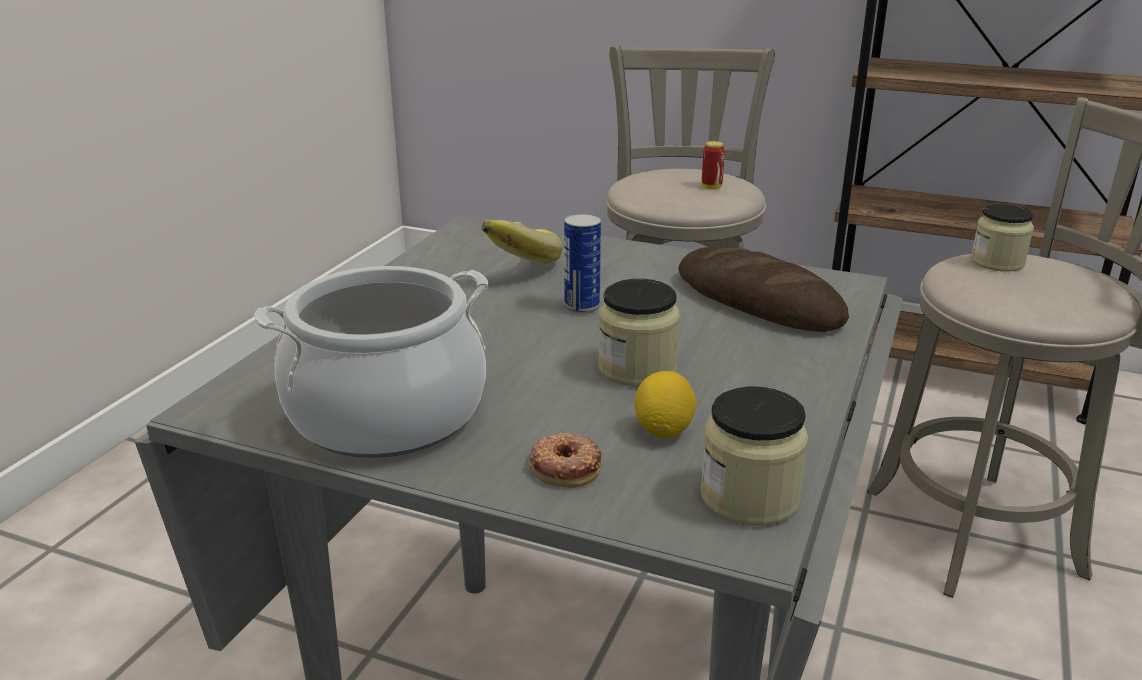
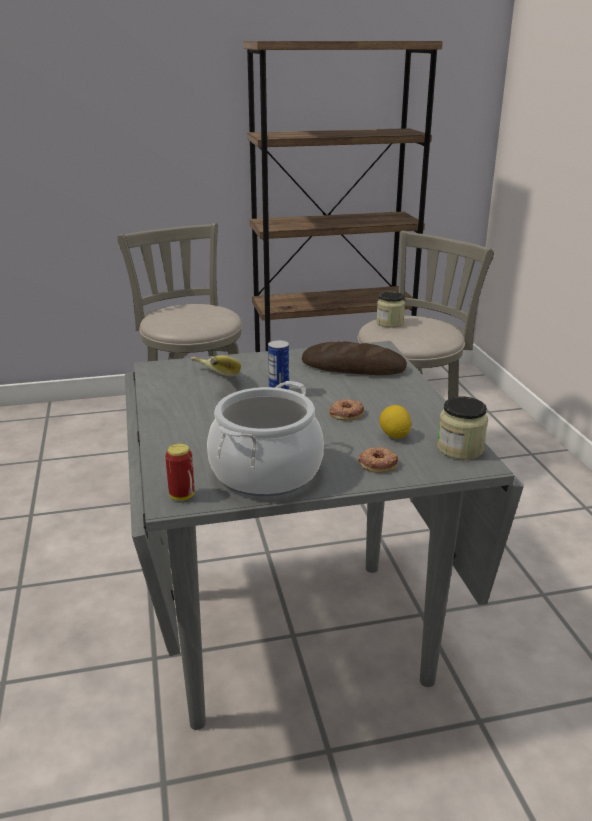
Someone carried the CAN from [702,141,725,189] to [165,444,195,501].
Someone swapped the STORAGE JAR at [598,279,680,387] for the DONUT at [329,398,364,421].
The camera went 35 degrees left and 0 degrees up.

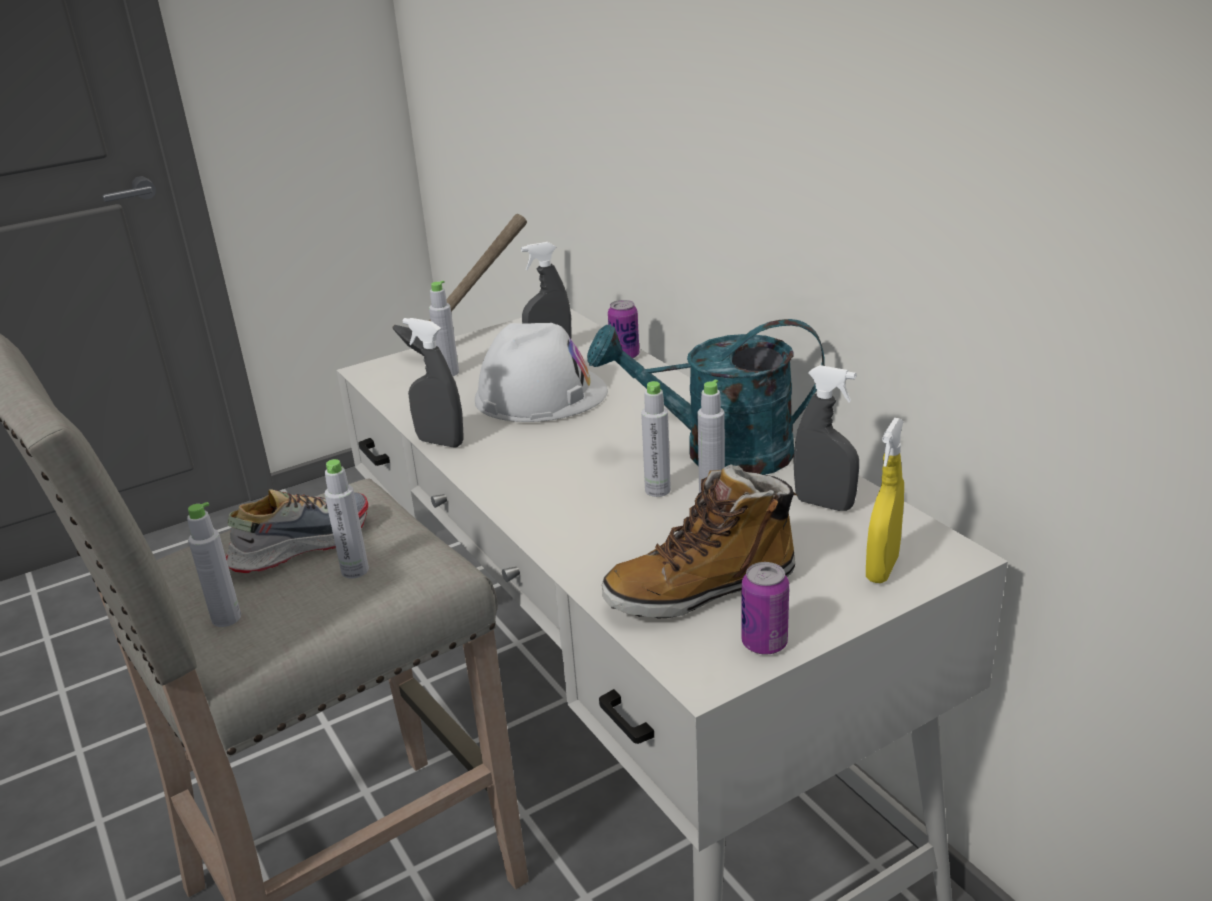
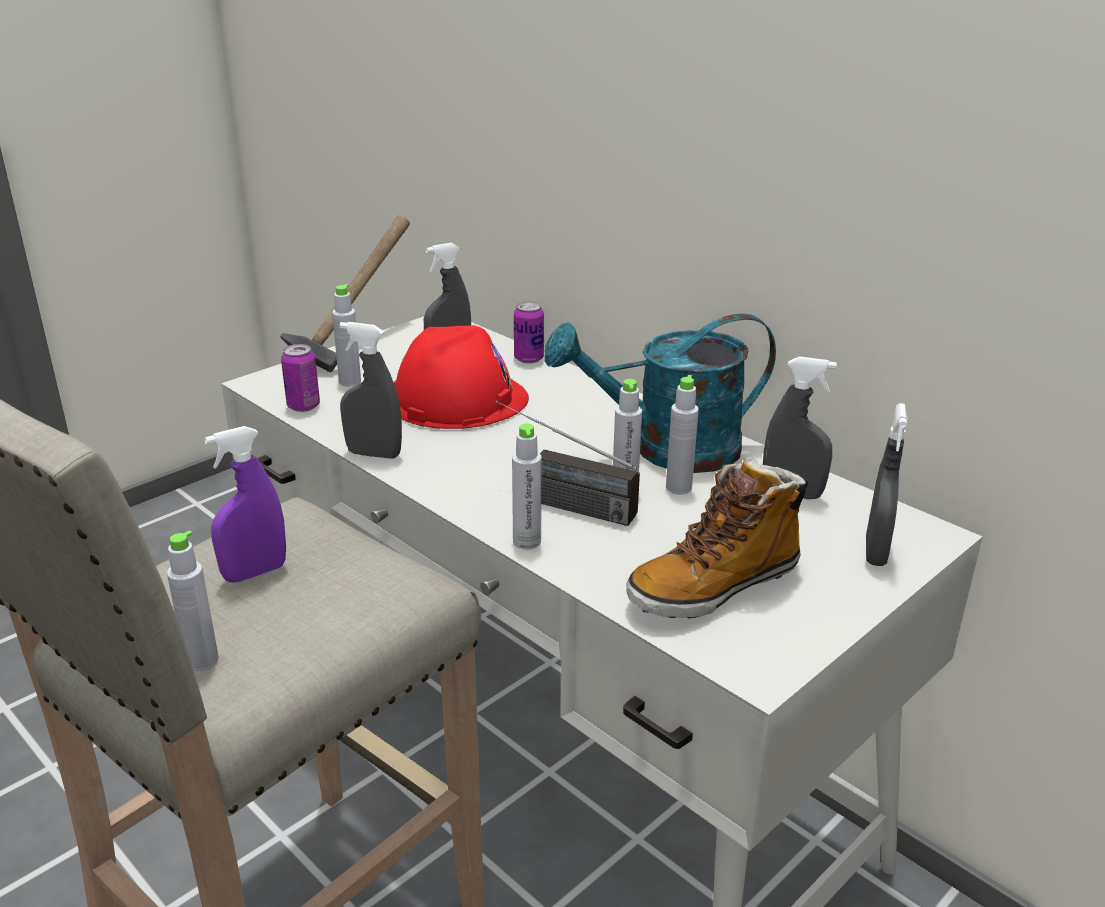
Someone repainted the WHITE-COLOURED SAFETY HELMET at [475,323,608,422], which became the REDDISH SAFETY HELMET at [393,325,529,429].
Someone repainted the YELLOW SPRAY BOTTLE at [866,418,904,583], which became the GRAY SPRAY BOTTLE at [866,403,908,566].
Someone carried the GRAY BOTTLE from [324,459,369,579] to [512,423,541,549].
Someone swapped the LOW SHOE at [225,489,368,573] for the PURPLISH SPRAY BOTTLE at [204,426,286,582].
Someone carried the CAN from [742,562,789,655] to [281,344,320,412].
Someone put down the RADIO SET at [495,400,640,526].
The camera went 15 degrees left and 0 degrees up.

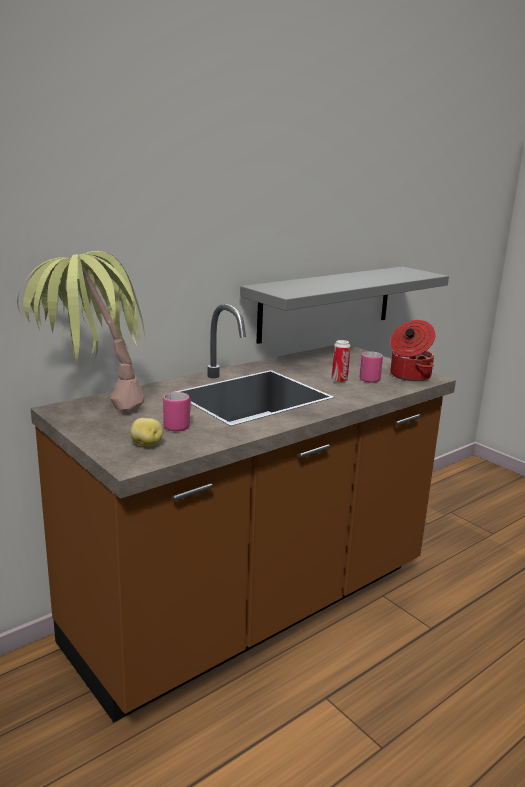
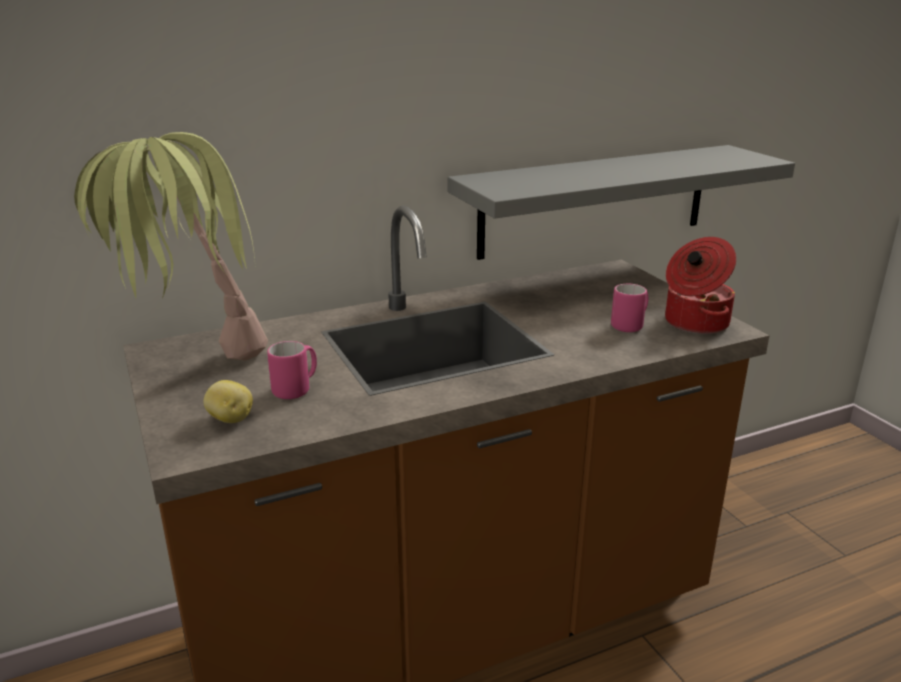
Someone took away the CAN at [332,340,351,383].
The camera went 15 degrees right and 5 degrees up.

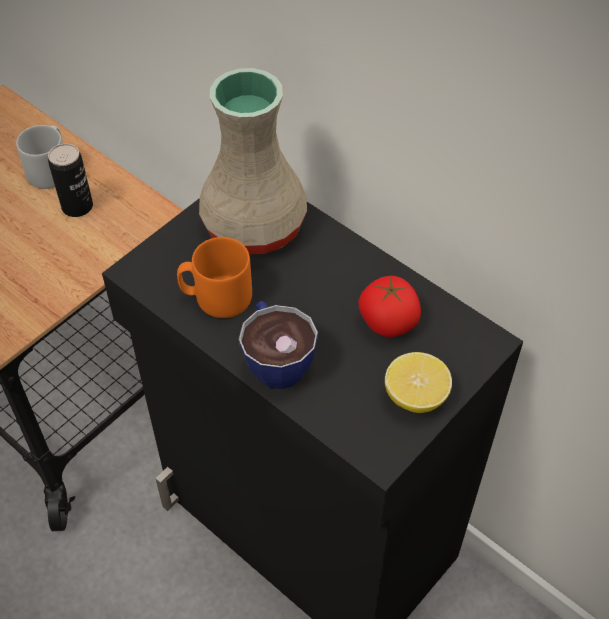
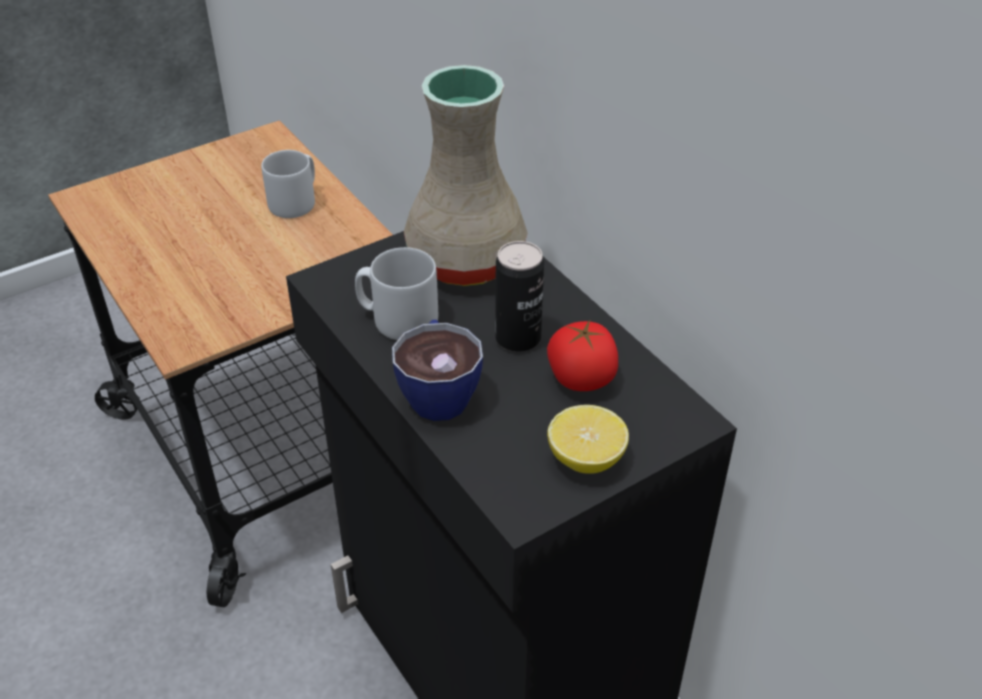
Someone carried the CAN from [48,144,93,217] to [495,241,544,352].
Someone repainted the ORANGEY COFFEE MUG at [177,237,252,318], which became the GRAY COFFEE MUG at [355,247,438,340].
The camera went 15 degrees right and 10 degrees down.

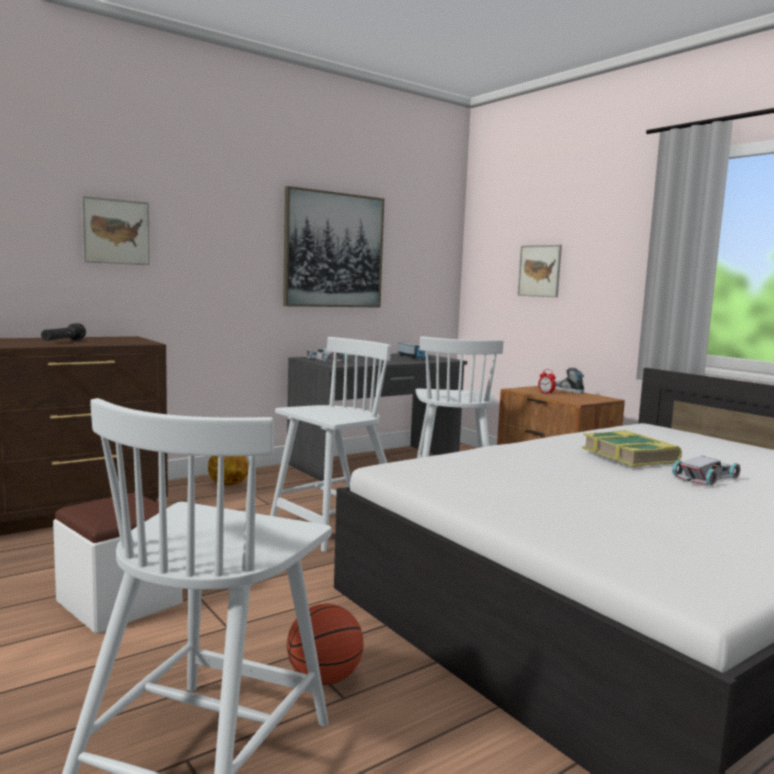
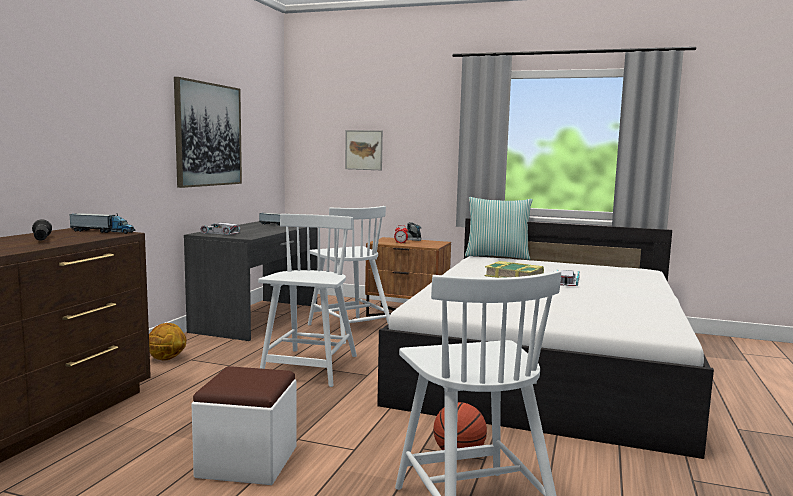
Someone took away the WALL ART at [82,196,150,265].
Someone put down the PILLOW at [465,197,533,260].
Someone put down the MODEL TRUCK at [69,213,136,234].
The camera went 35 degrees left and 0 degrees up.

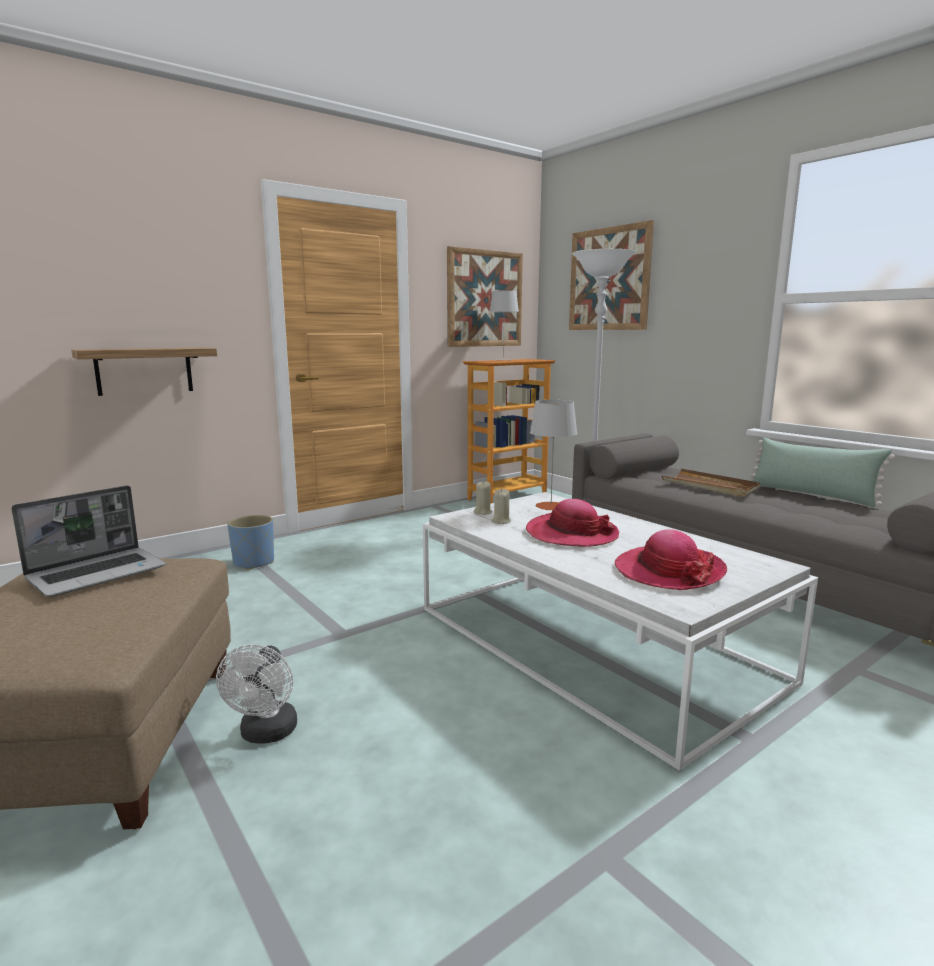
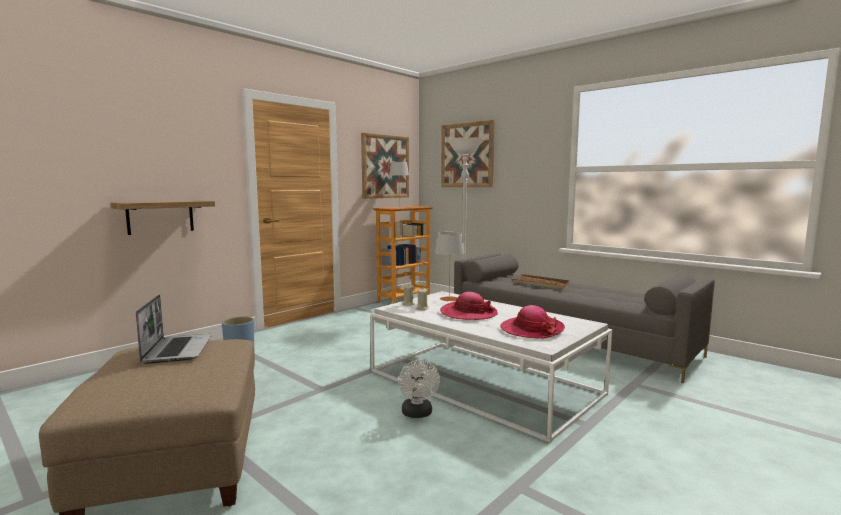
Someone took away the GREEN-COLOURED PILLOW at [748,437,895,507].
Someone rotated the LAPTOP at [11,485,167,597] by 45 degrees counterclockwise.
Someone carried the WHITE-COLOURED FAN from [216,644,297,744] to [398,360,440,418].
The camera went 10 degrees left and 5 degrees down.

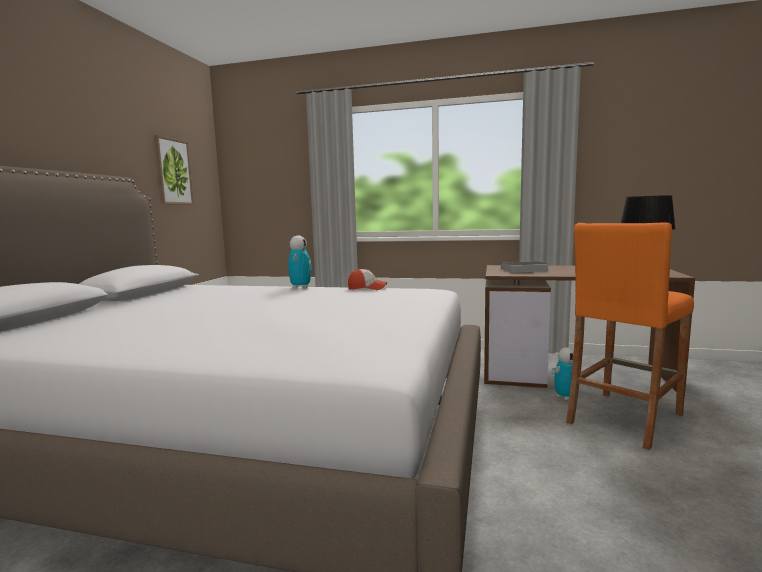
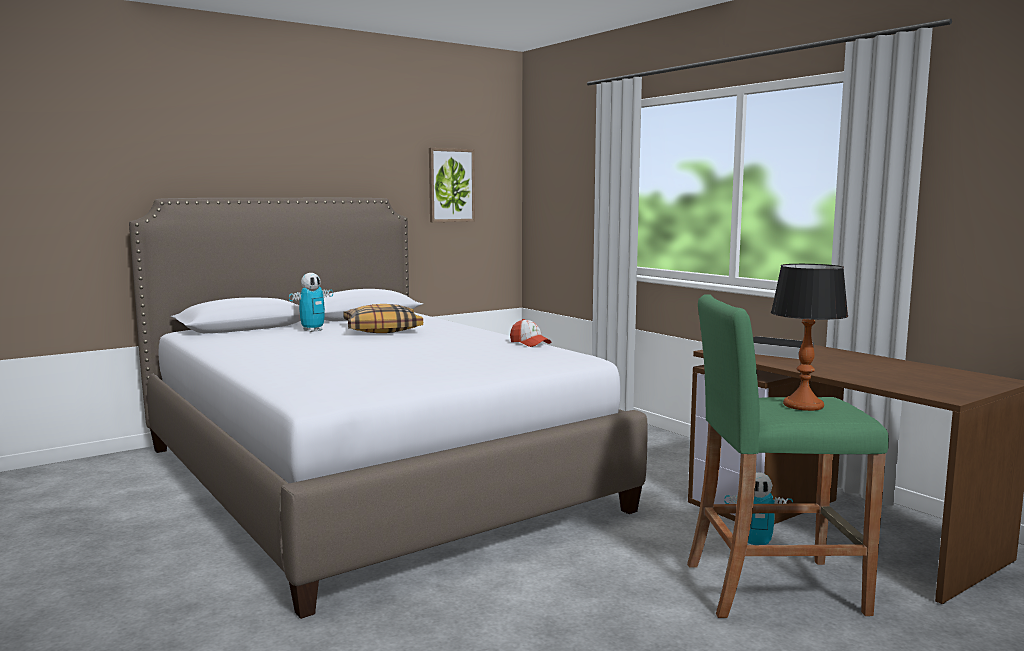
Someone repainted the ORANGEY STOOL at [566,223,694,450], which became the GREEN-COLOURED STOOL at [687,294,889,618].
Someone carried the ROBOT FIGURE from [288,236,312,289] to [289,273,333,332].
Someone put down the PILLOW at [343,304,423,333].
The camera went 40 degrees right and 0 degrees up.

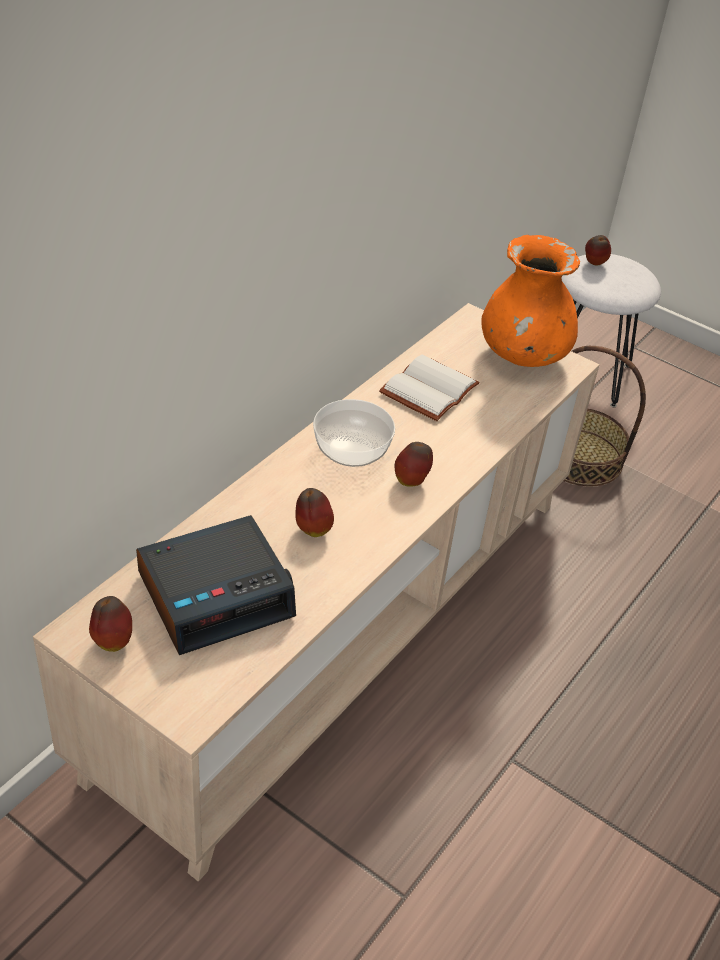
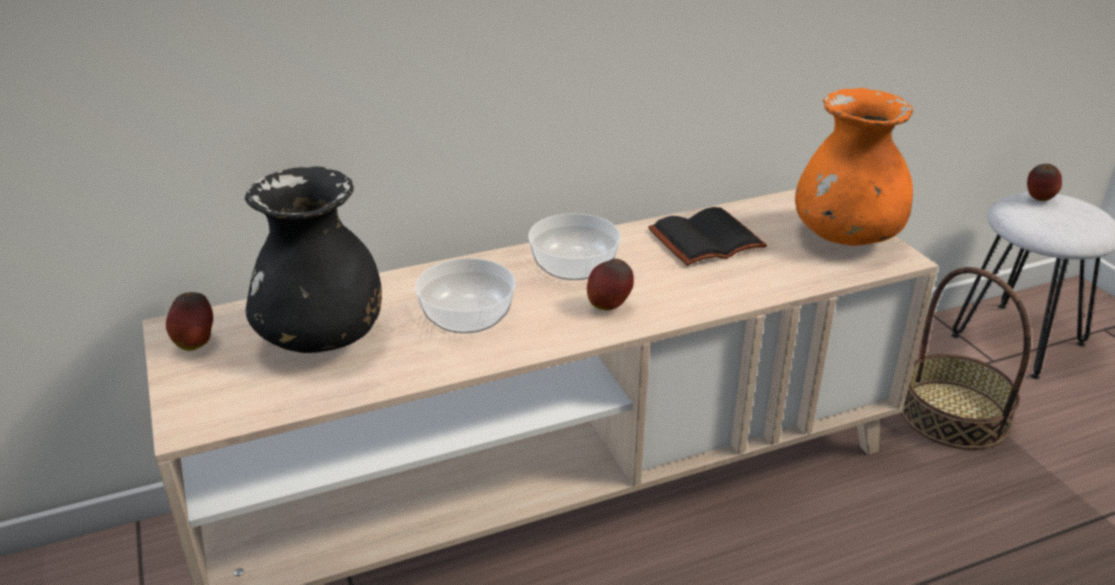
Someone repainted the WHITE-COLOURED BOOK at [379,355,480,421], which became the BLACK BOOK at [648,207,767,266].
Someone swapped the APPLE at [295,488,334,537] for the SERVING BOWL at [415,258,516,333].
Someone swapped the BEDSIDE CLOCK at [136,515,296,655] for the BLACK DECORATIVE VASE at [245,167,382,353].
The camera went 35 degrees right and 10 degrees down.

